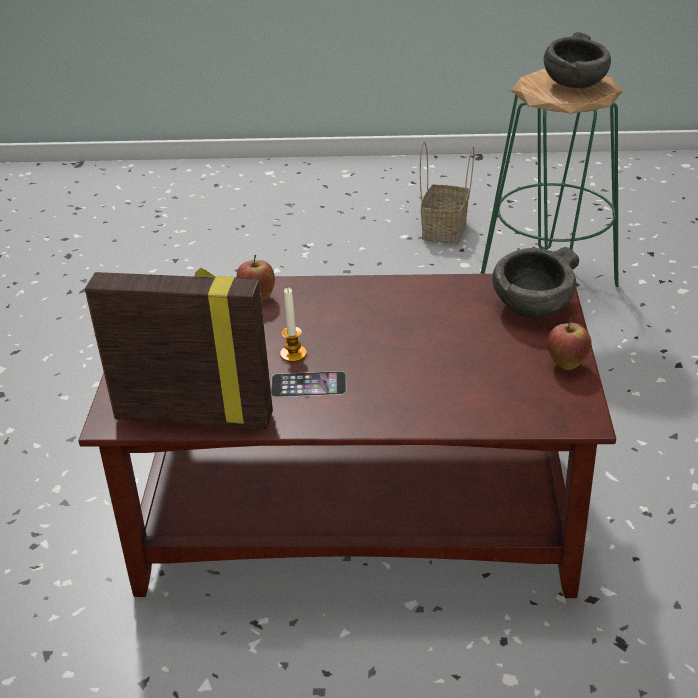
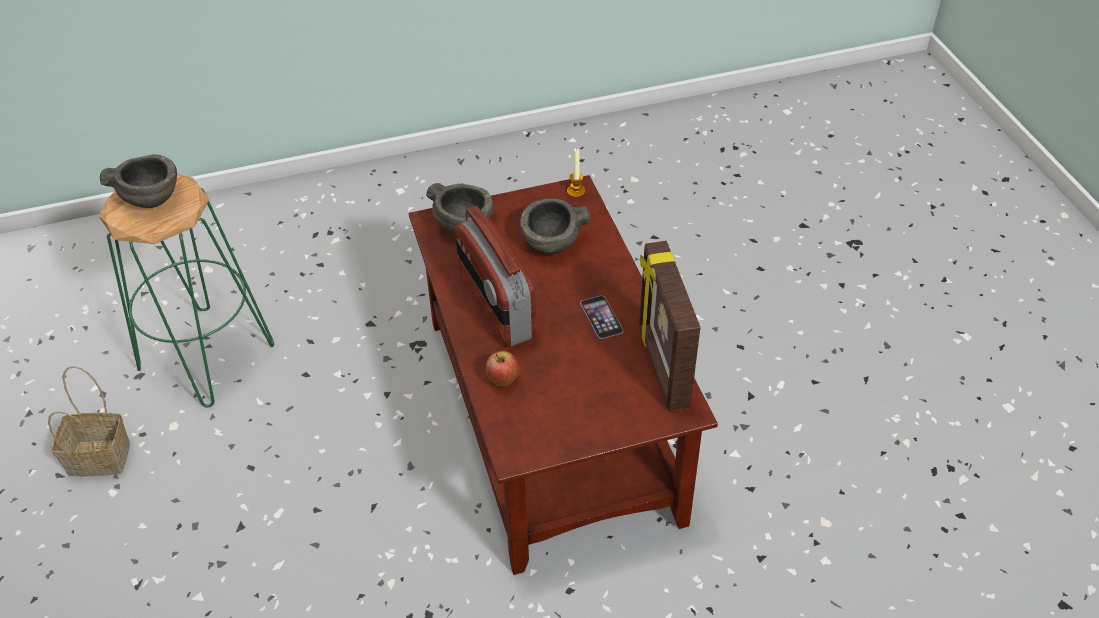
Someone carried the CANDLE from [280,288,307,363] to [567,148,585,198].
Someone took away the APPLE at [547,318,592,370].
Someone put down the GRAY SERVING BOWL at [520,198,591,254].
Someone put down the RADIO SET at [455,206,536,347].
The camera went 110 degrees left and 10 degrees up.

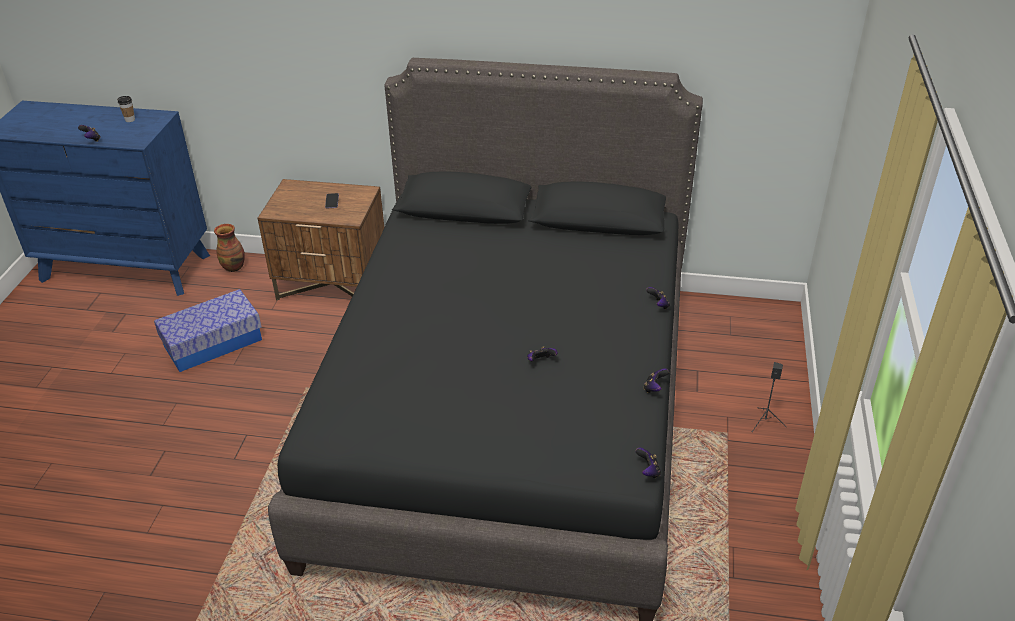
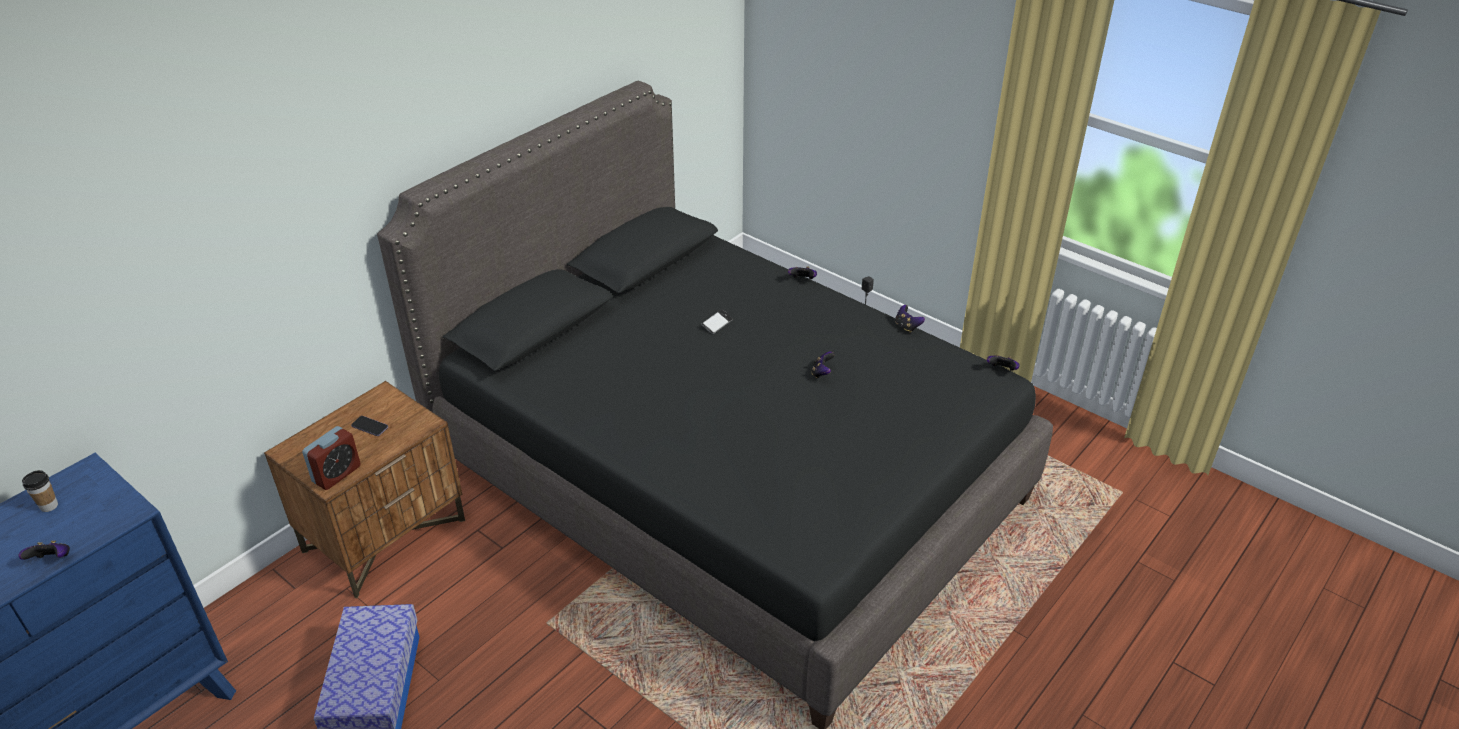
Someone took away the DECORATIVE VASE at [214,224,245,272].
Someone put down the PHONE at [701,309,733,334].
Someone put down the BEDSIDE CLOCK at [302,426,361,490].
The camera went 60 degrees left and 0 degrees up.

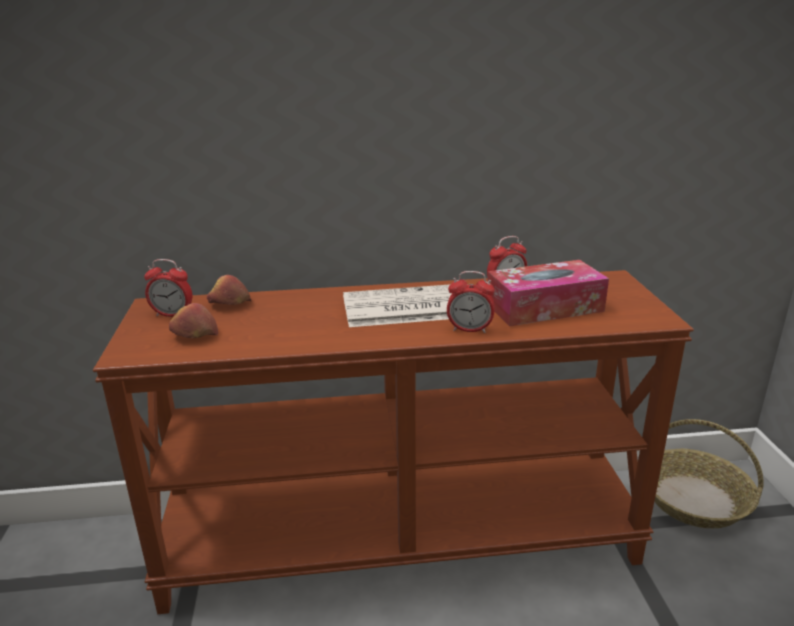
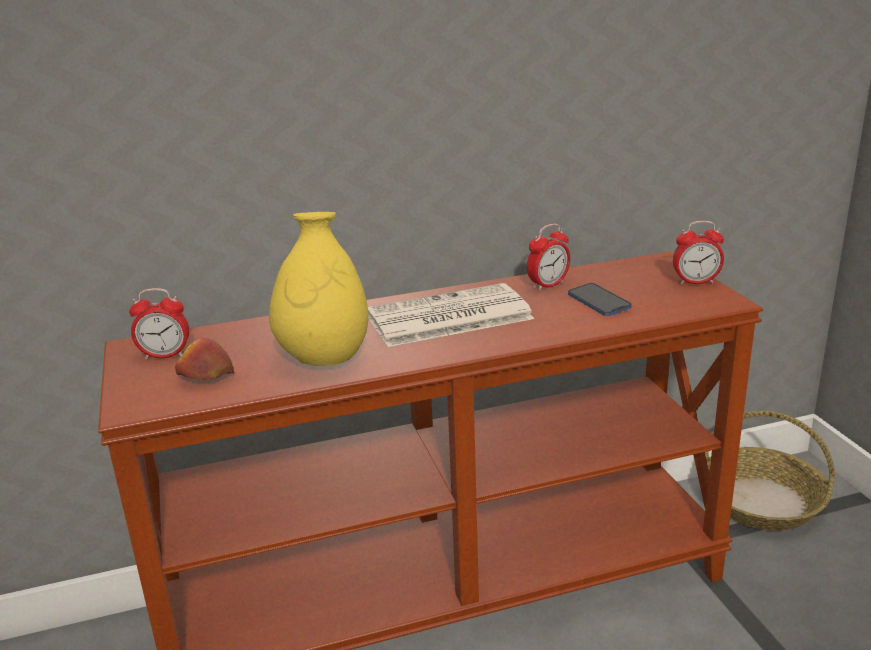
Someone swapped the TISSUE BOX at [487,260,609,326] for the PHONE at [568,283,632,316].
Someone carried the BEDSIDE CLOCK from [447,271,495,333] to [673,221,724,285].
Someone took away the APPLE at [207,275,251,305].
Someone put down the YELLOW DECORATIVE VASE at [269,212,368,366].
The camera went 10 degrees left and 0 degrees up.

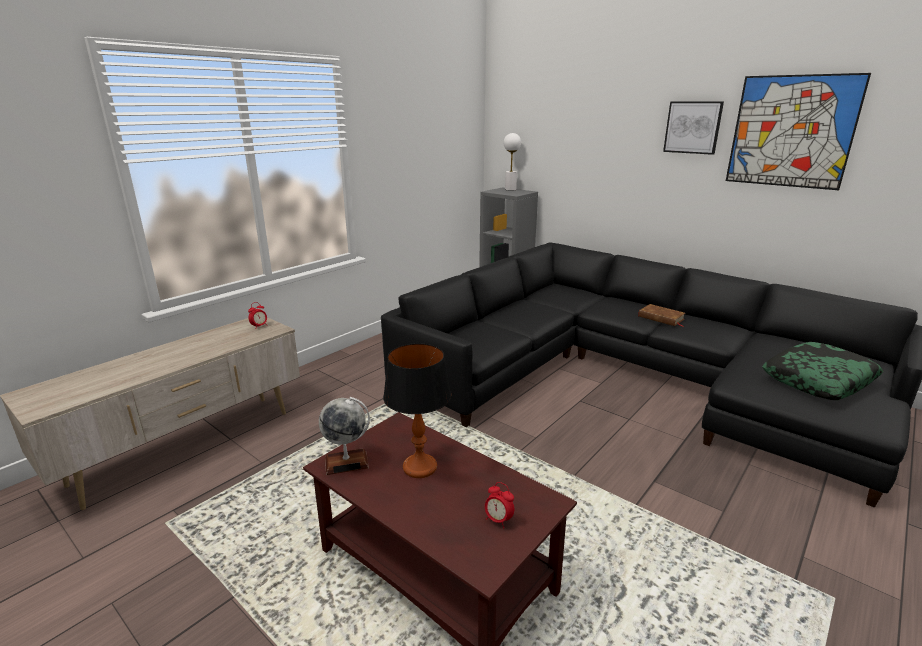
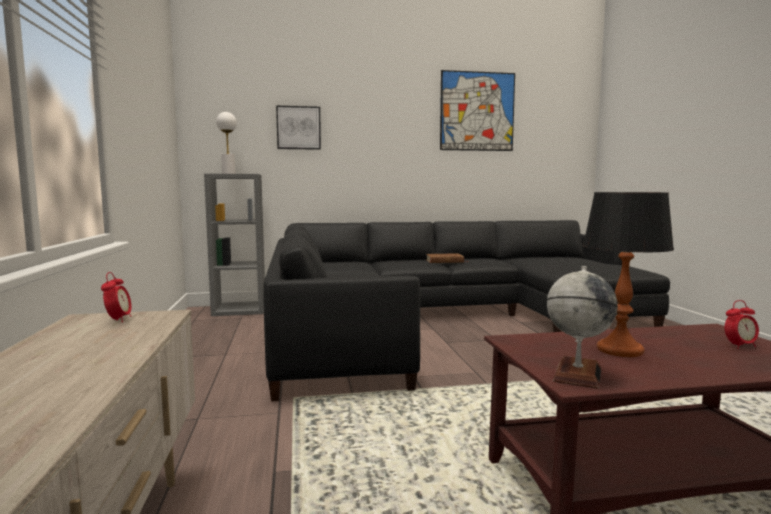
Someone carried the WALL ART from [663,101,724,155] to [276,105,321,150].
Someone took away the PILLOW at [762,342,883,400].
The camera went 50 degrees left and 15 degrees down.

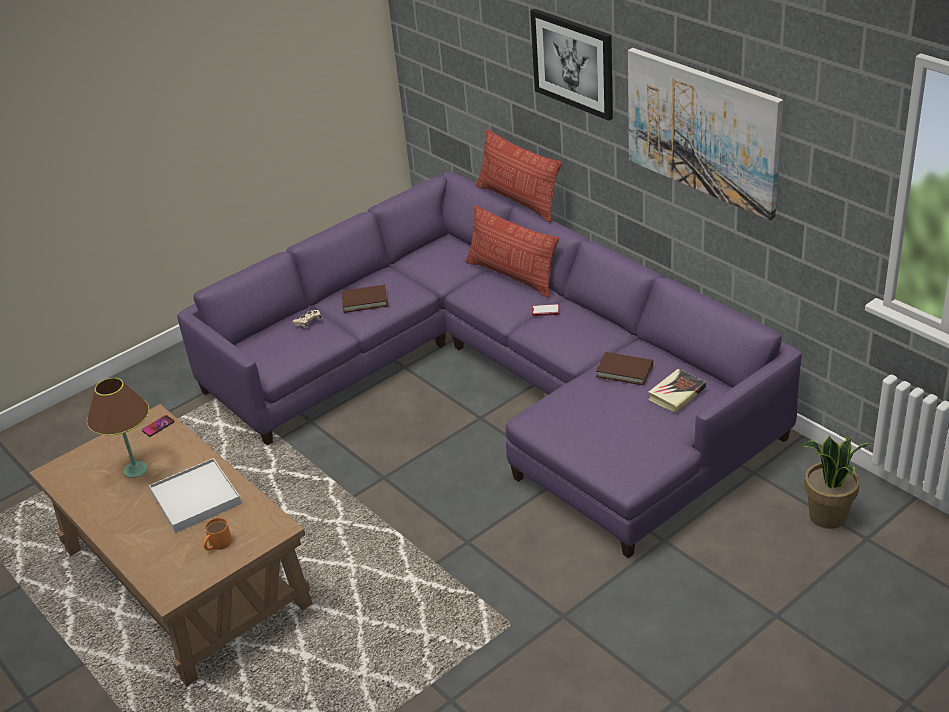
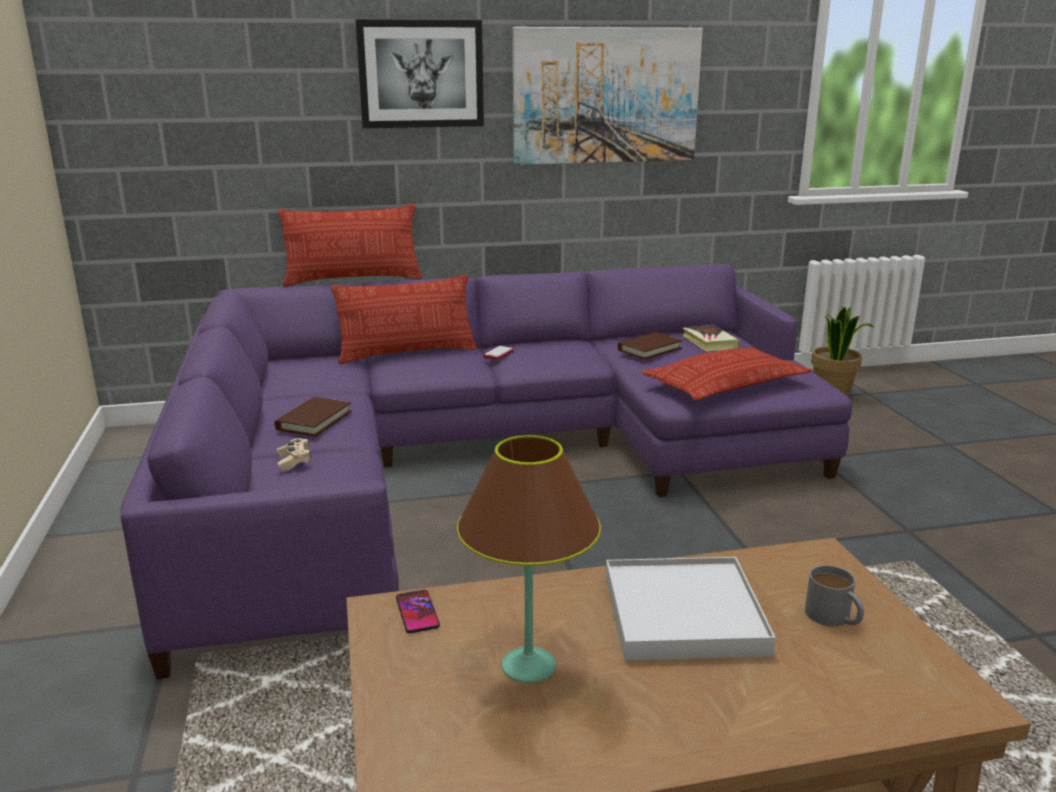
Someone repainted the ORANGEY COFFEE MUG at [203,518,232,551], which became the GRAY COFFEE MUG at [805,565,864,626].
Someone put down the PILLOW at [642,347,812,401].
The camera went 65 degrees left and 15 degrees down.

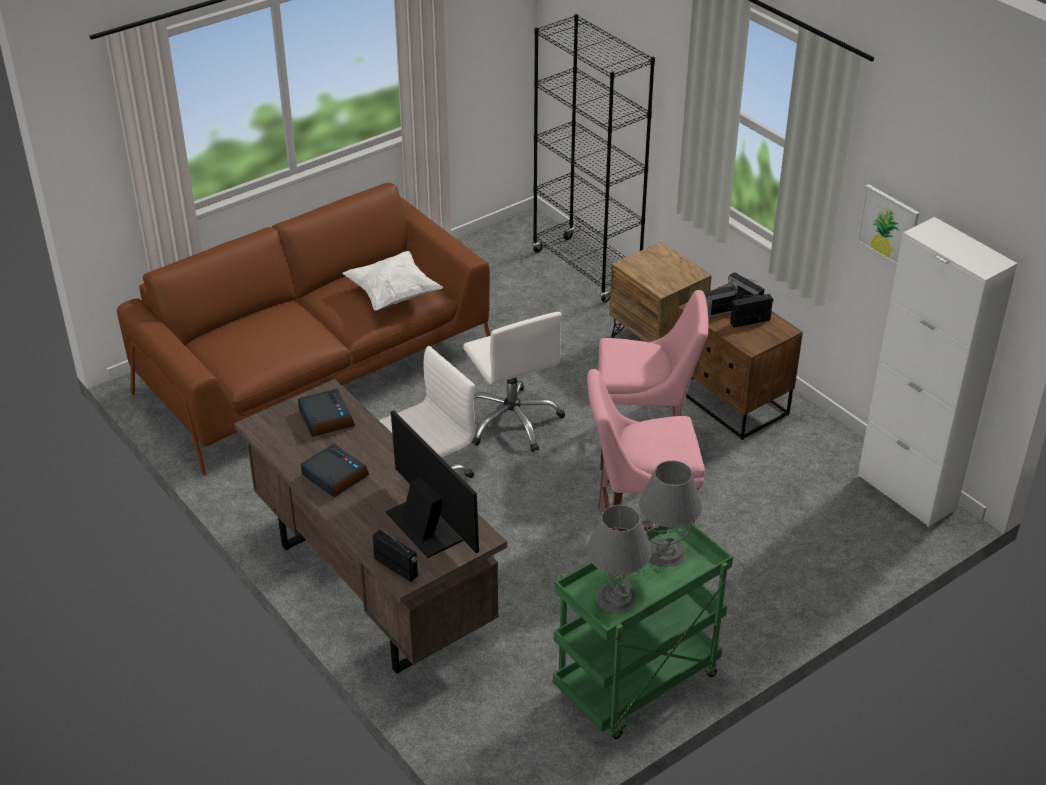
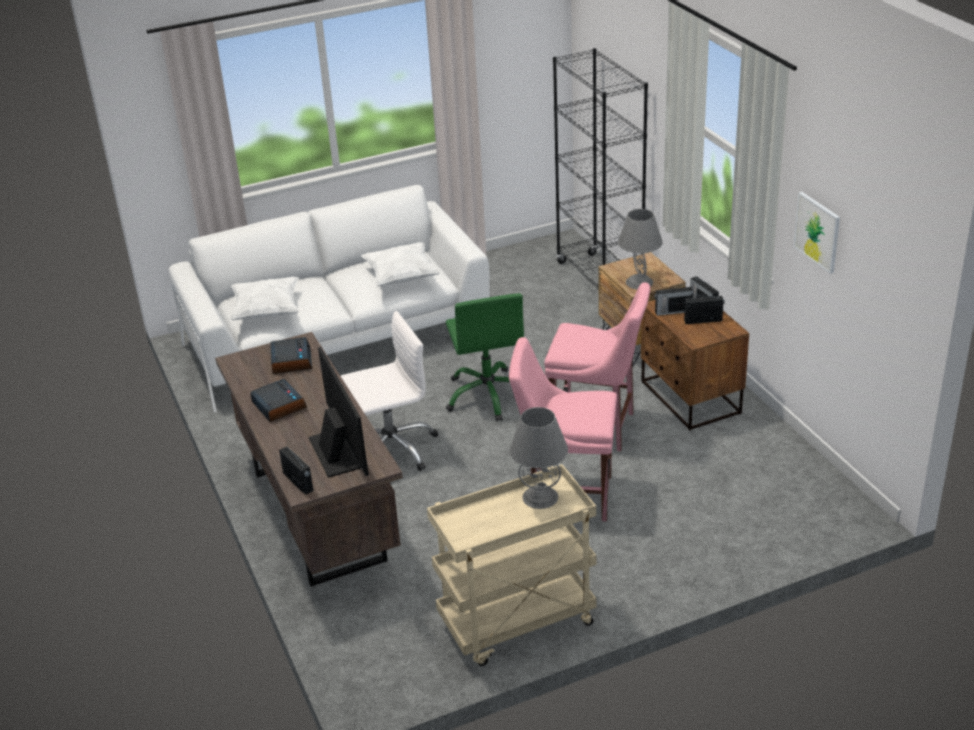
Someone repainted the BROWNISH SETTEE at [117,183,490,475], which became the WHITE-COLOURED SETTEE at [169,185,490,413].
Someone took away the WHITE-COLOURED CUPBOARD at [858,217,1018,527].
Someone repainted the WHITE-COLOURED OFFICE CHAIR at [463,312,565,452], which became the GREEN-COLOURED OFFICE CHAIR at [446,293,524,422].
Someone carried the GRAY LAMP FOR A TABLE from [586,505,652,613] to [618,209,663,289].
Someone repainted the GREEN-COLOURED WHEELED CART at [553,523,733,739], which became the SAND-COLOURED WHEELED CART at [427,464,596,666].
Someone put down the WHITE-COLOURED PILLOW at [229,277,299,320].
The camera went 15 degrees right and 5 degrees down.

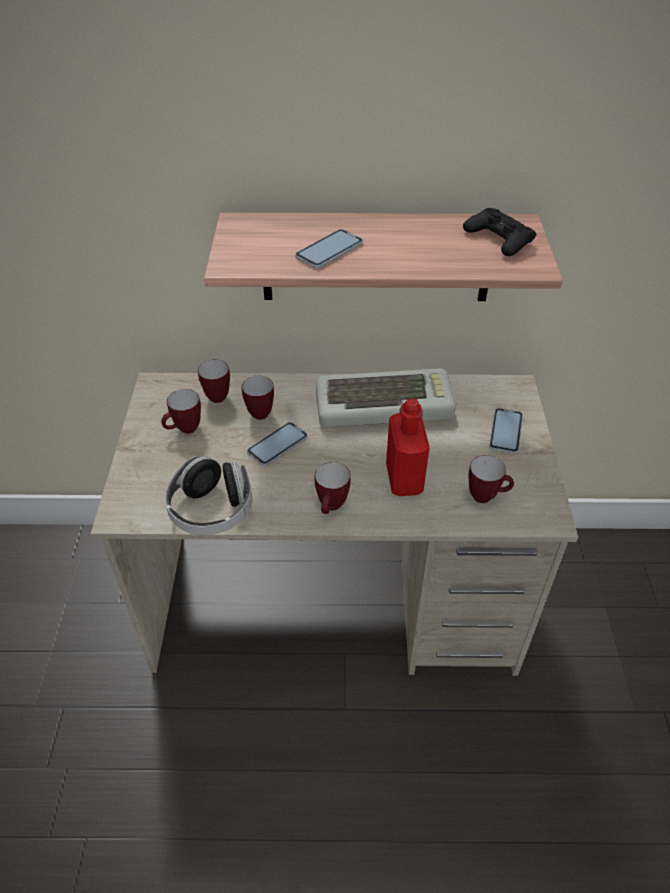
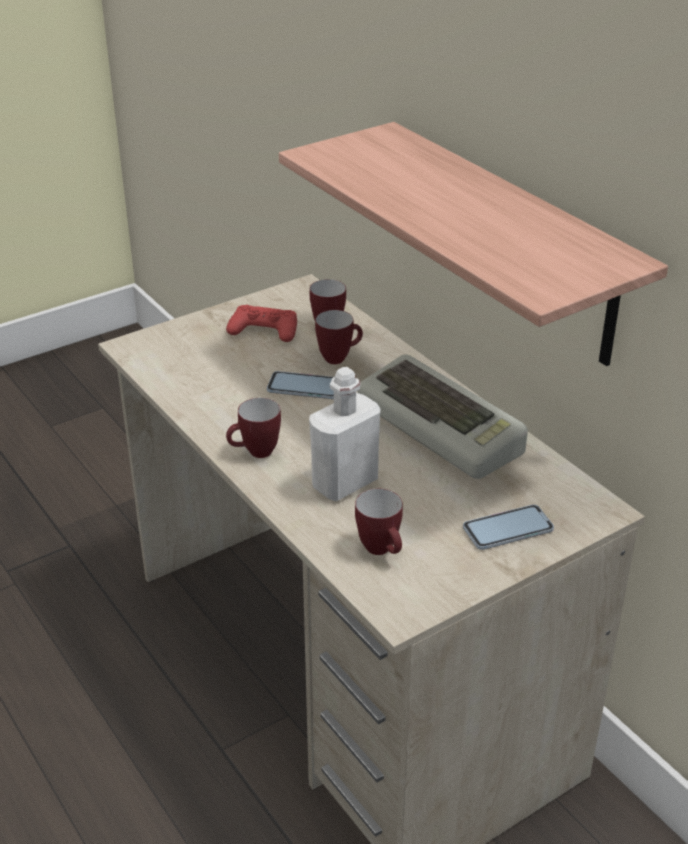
Someone took away the BLACK GAME CONTROLLER at [463,208,536,256].
Someone took away the PHONE at [295,229,363,268].
Someone swapped the COFFEE MUG at [161,389,201,434] for the REDDISH GAME CONTROLLER at [226,305,297,342].
Someone repainted the REDDISH BOTTLE at [386,398,430,496], which became the WHITE-COLOURED BOTTLE at [309,367,381,501].
Someone took away the HEADPHONES at [165,456,252,535].
The camera went 55 degrees right and 10 degrees down.

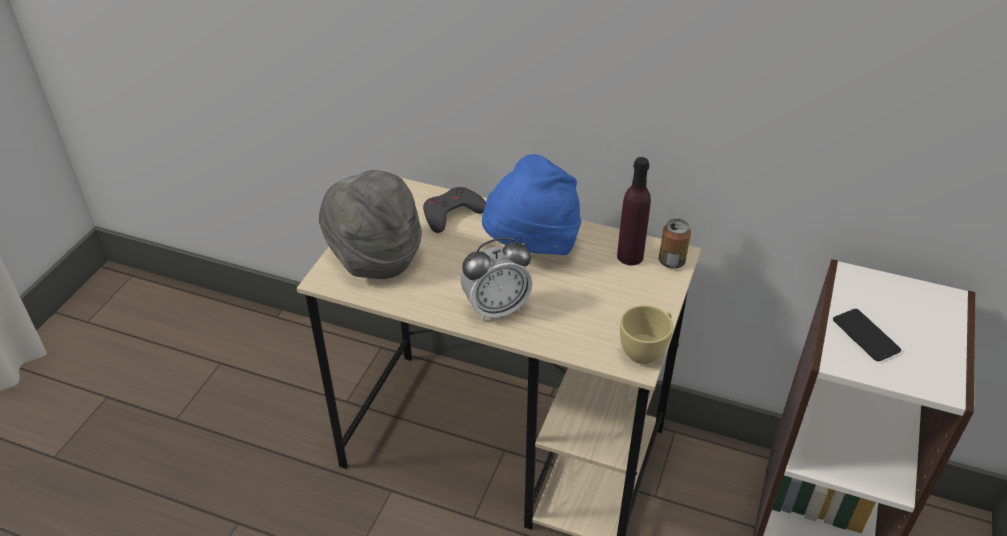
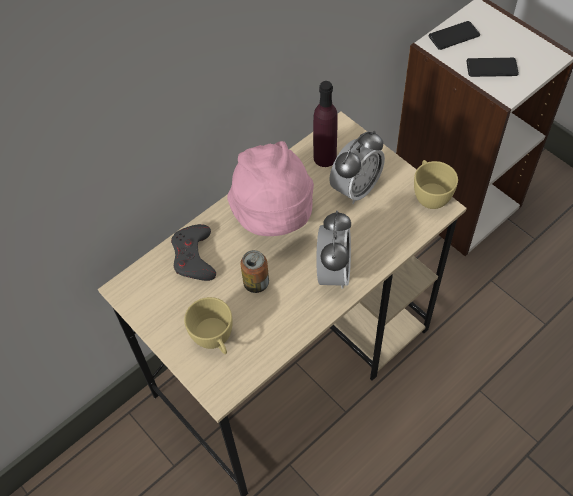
Someone repainted the BLUE-COLOURED WEARABLE HAT at [482,154,581,255], which became the PINKISH WEARABLE HAT at [227,141,314,236].
Someone swapped the GRAY WEARABLE HAT at [319,170,422,279] for the YELLOW SMALL CUP at [184,297,232,354].
Someone carried the CAN from [659,219,691,269] to [240,250,269,293].
Someone put down the PHONE at [428,21,480,50].
Someone put down the BEDSIDE CLOCK at [330,131,385,204].
The camera went 60 degrees left and 15 degrees up.

